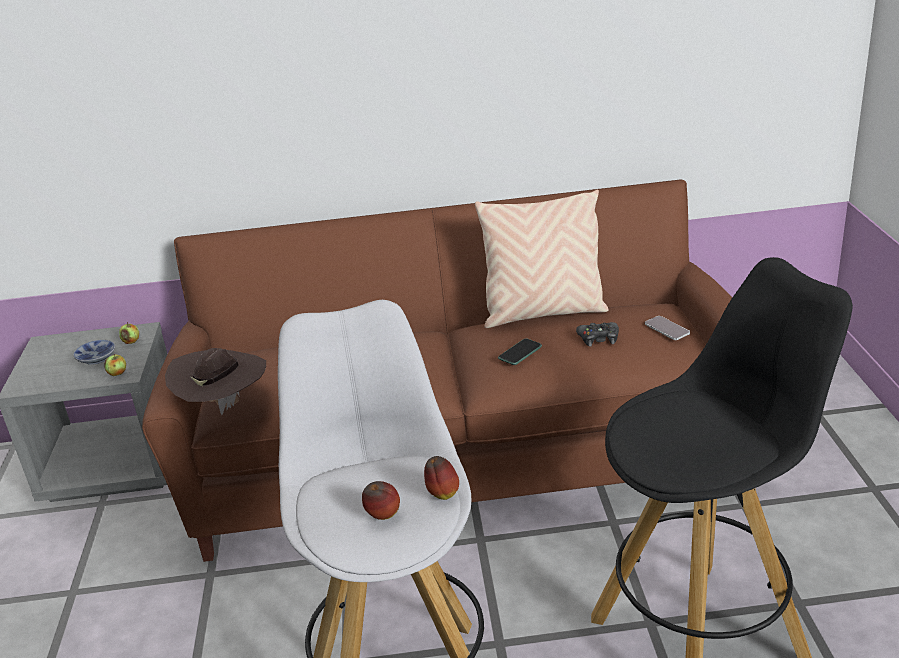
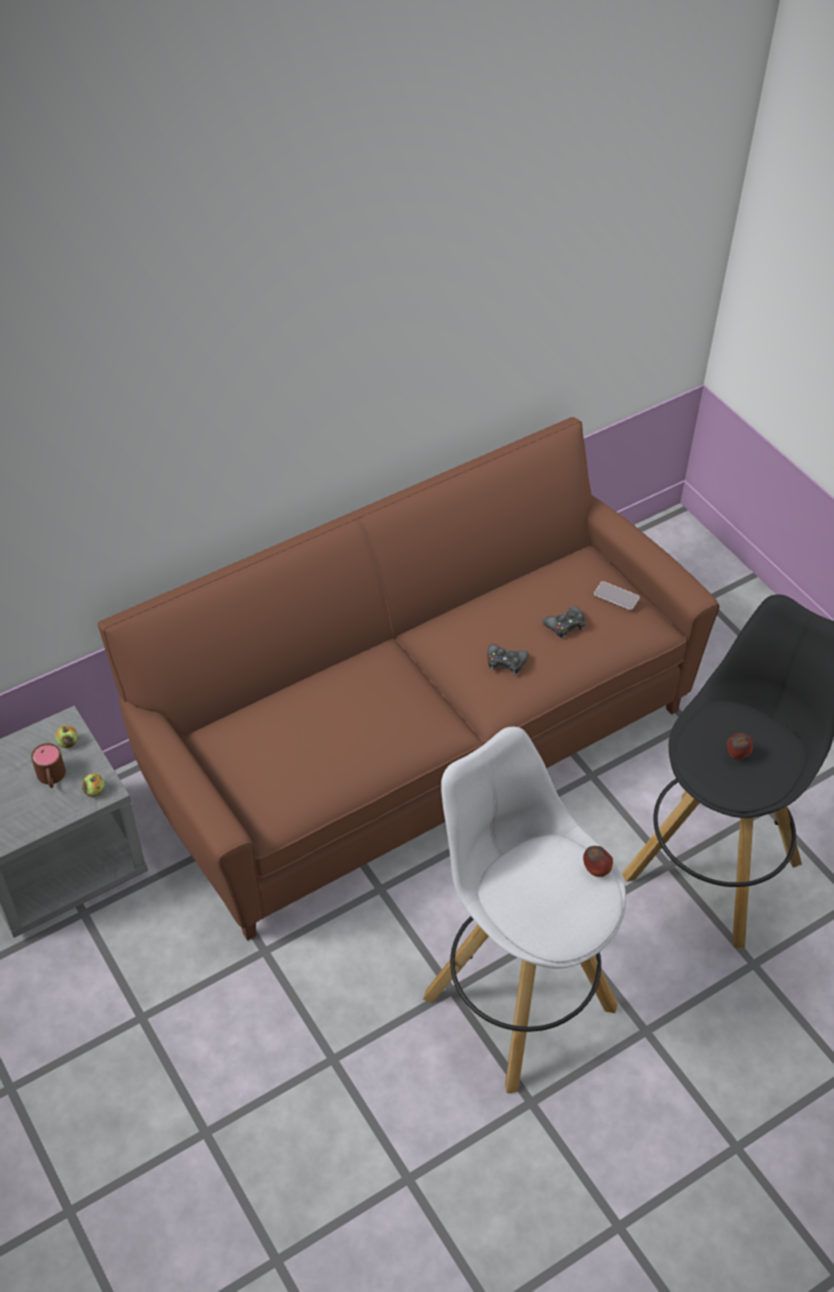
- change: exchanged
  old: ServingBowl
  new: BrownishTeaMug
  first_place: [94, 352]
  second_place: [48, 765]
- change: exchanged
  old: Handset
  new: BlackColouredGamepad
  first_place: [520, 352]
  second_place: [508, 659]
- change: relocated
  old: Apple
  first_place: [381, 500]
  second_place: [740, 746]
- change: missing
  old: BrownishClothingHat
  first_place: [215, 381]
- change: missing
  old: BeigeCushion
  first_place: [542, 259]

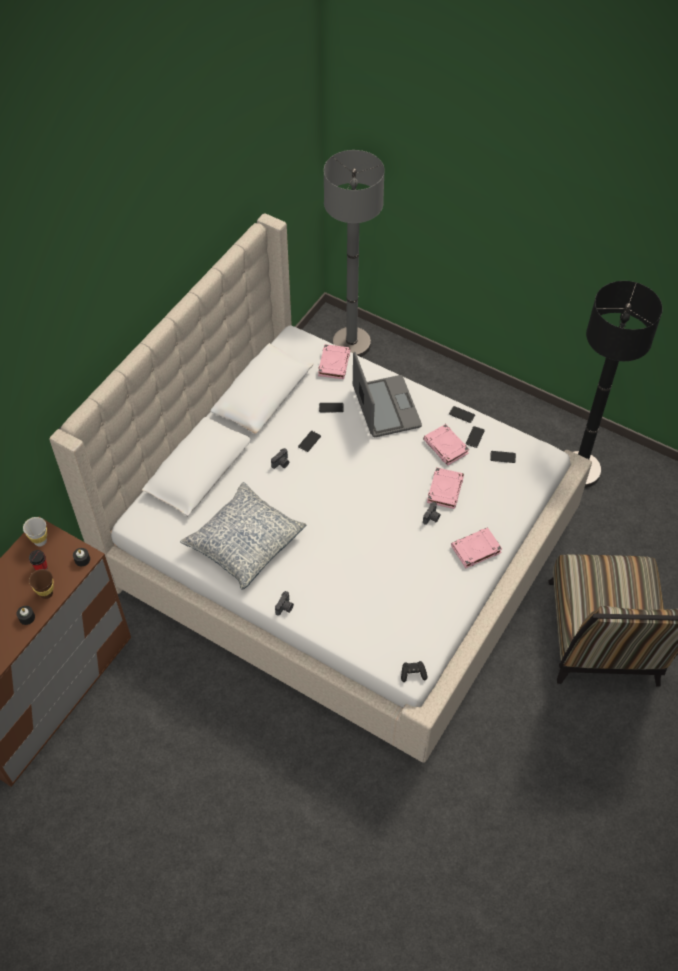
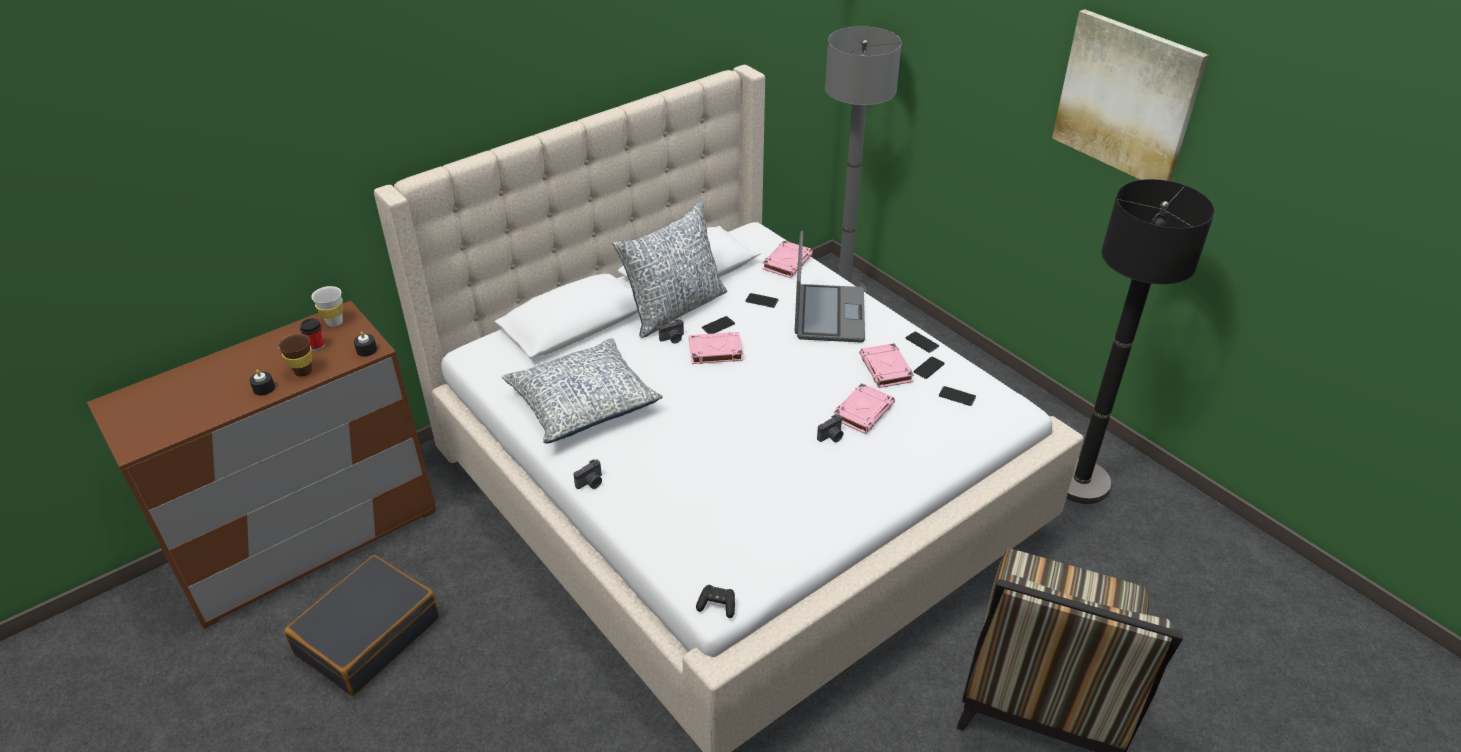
- change: appeared
  new: BlackColouredSuitcase
  second_place: [361, 625]
- change: appeared
  new: Cushion
  second_place: [670, 269]
- change: relocated
  old: PinkColouredBook
  first_place: [476, 547]
  second_place: [716, 348]
- change: appeared
  new: WallArt
  second_place: [1130, 95]

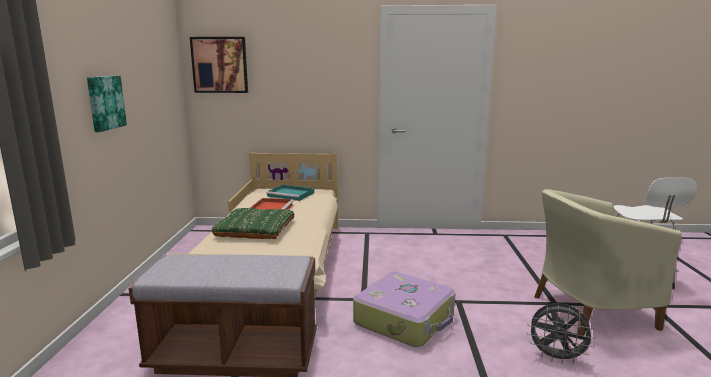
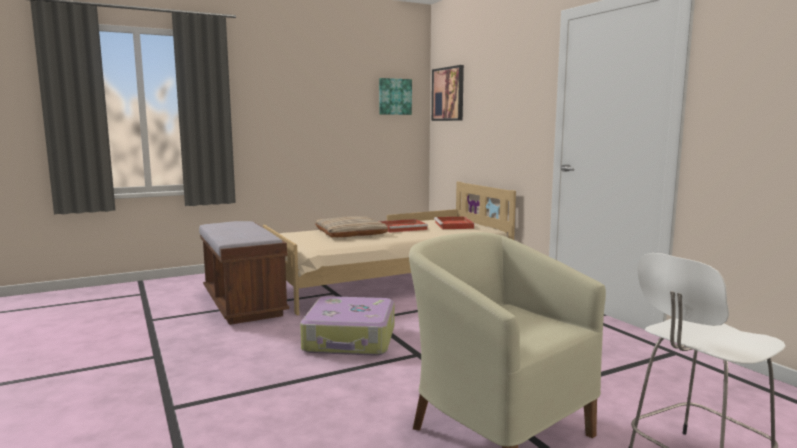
- change: colour
  old: GreenCushion
  new: BeigeCushion
  first_place: [253, 223]
  second_place: [351, 226]
- change: relocated
  old: WallArt
  first_place: [107, 104]
  second_place: [395, 96]
- change: colour
  old: BlueGreenCarryingTray
  new: RedColouredCarryingTray
  first_place: [290, 193]
  second_place: [454, 223]
- change: missing
  old: GreyElectricFan
  first_place: [561, 333]

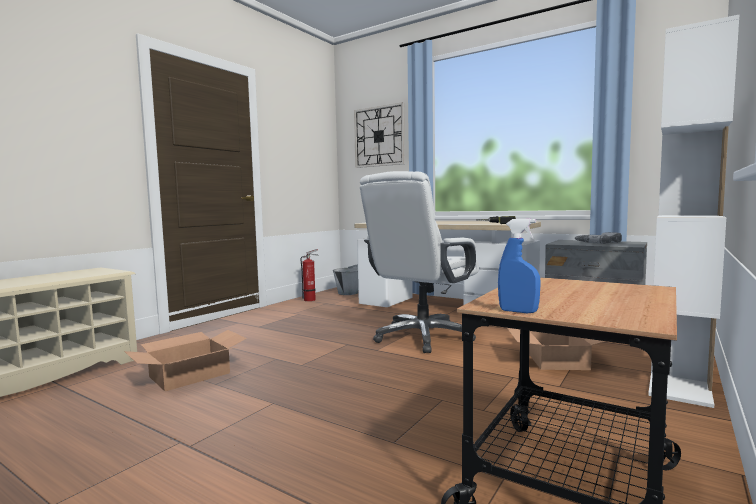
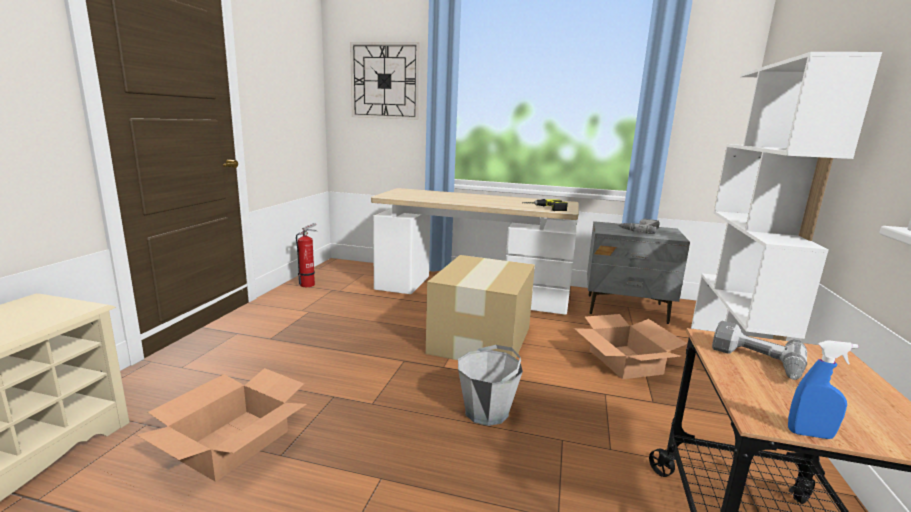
- change: exchanged
  old: WhiteColouredComputerChair
  new: CardboardBox
  first_place: [419, 262]
  second_place: [480, 307]
- change: relocated
  old: GreyWaterBucket
  first_place: [345, 279]
  second_place: [490, 385]
- change: appeared
  new: PowerDrill
  second_place: [759, 350]

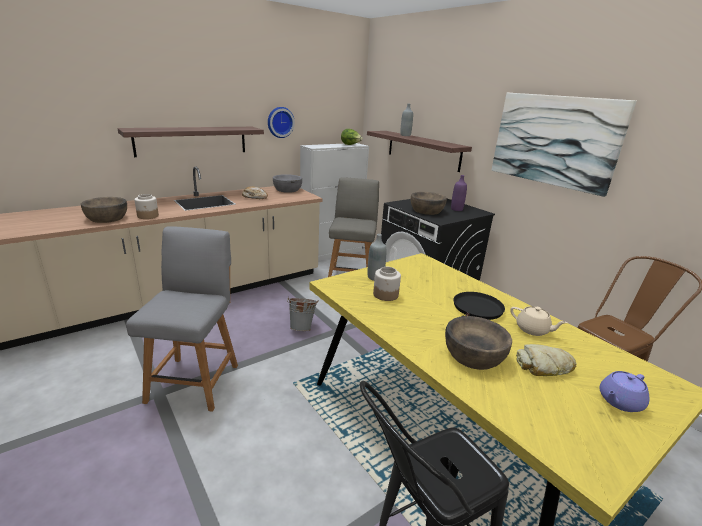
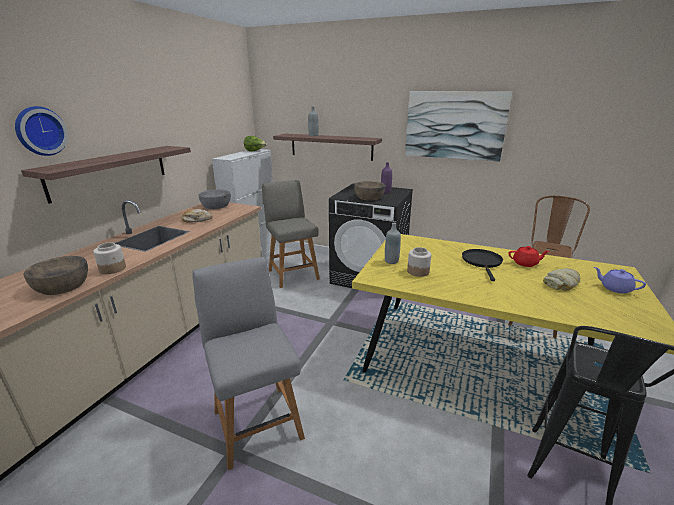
- change: relocated
  old: HangingClock
  first_place: [281, 122]
  second_place: [41, 131]
- change: colour
  old: BeigeTeaPot
  new: RedColouredTeaPot
  first_place: [538, 321]
  second_place: [528, 256]
- change: spun
  old: PurpleColouredTeaPot
  first_place: [624, 391]
  second_place: [620, 280]
  degrees: 105
- change: missing
  old: GreyWaterBucket
  first_place: [302, 314]
- change: missing
  old: BrownishServingBowl
  first_place: [478, 343]

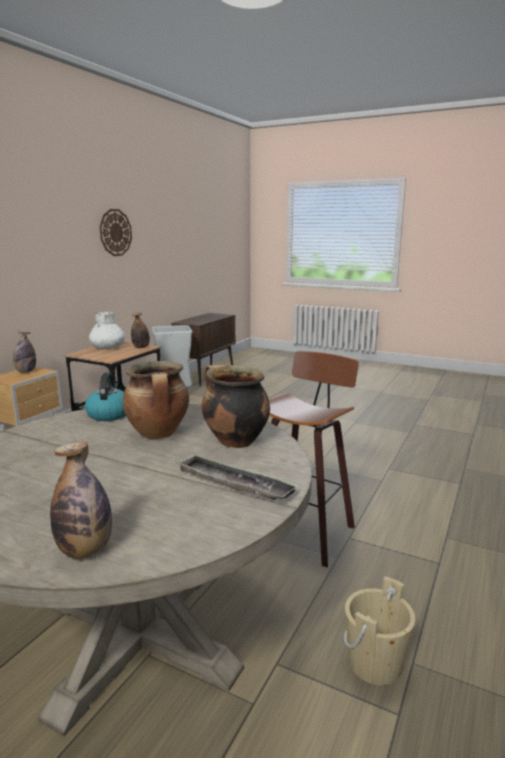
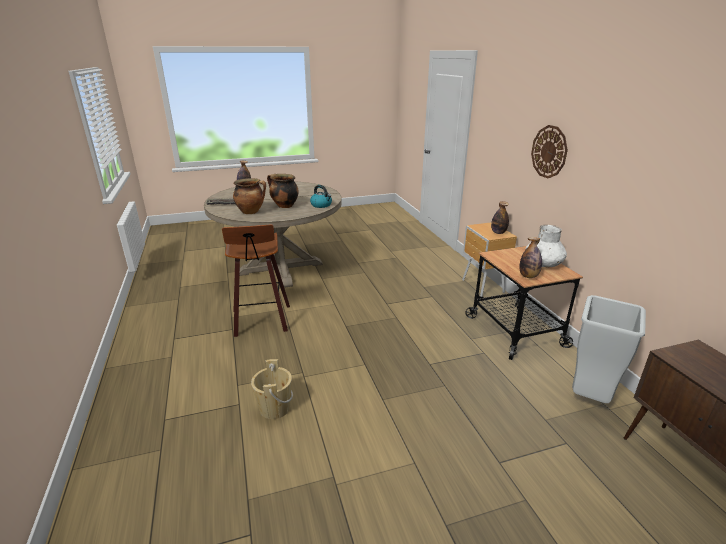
- change: relocated
  old: BeigeWaterBucket
  first_place: [380, 630]
  second_place: [272, 389]
- change: relocated
  old: HangingClock
  first_place: [115, 232]
  second_place: [549, 151]

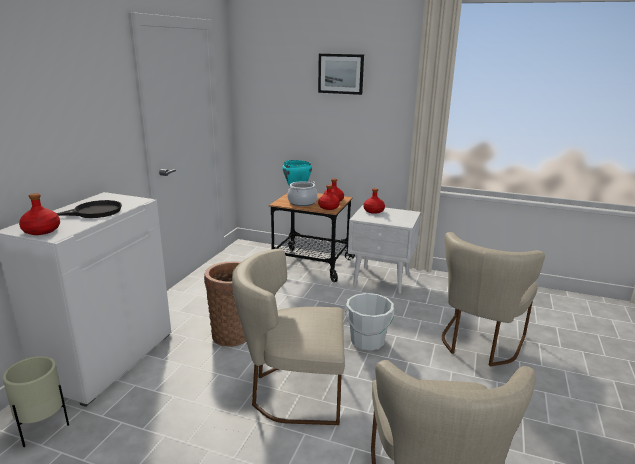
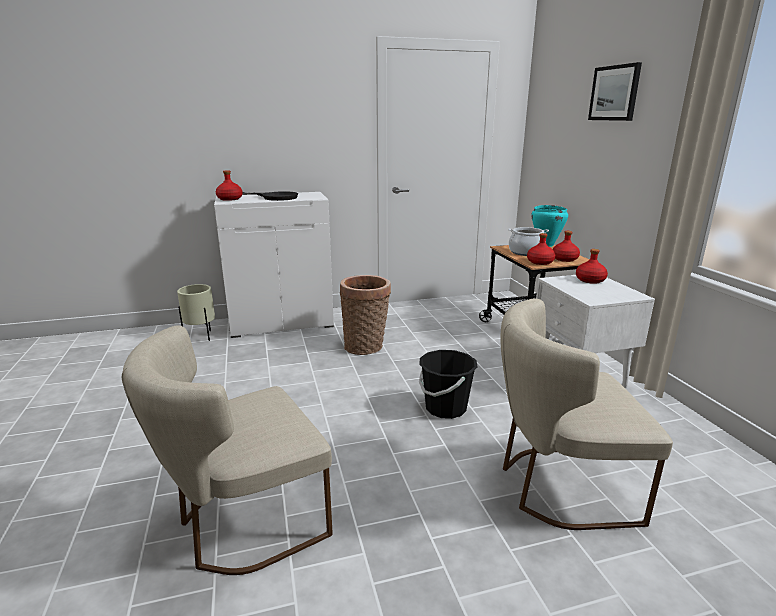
- change: colour
  old: WhiteColouredWaterBucket
  new: BlackColouredWaterBucket
  first_place: [369, 321]
  second_place: [448, 384]
- change: missing
  old: BeigeUprightChair
  first_place: [288, 337]

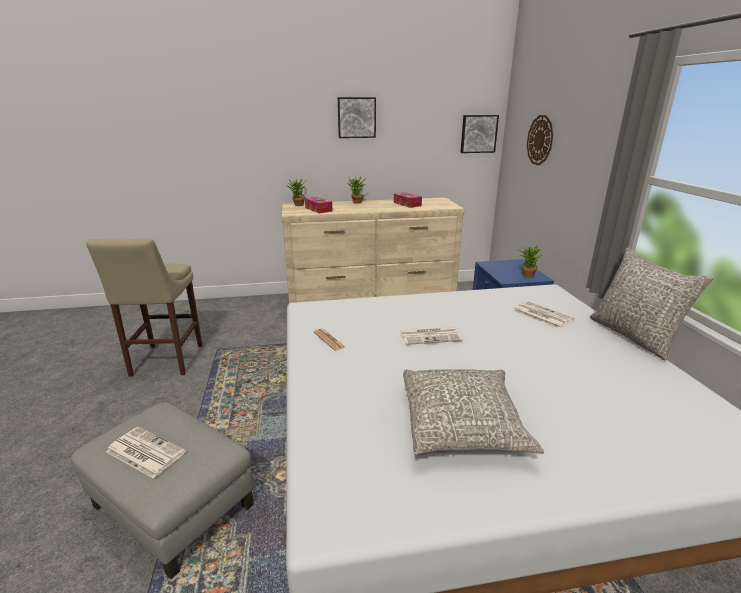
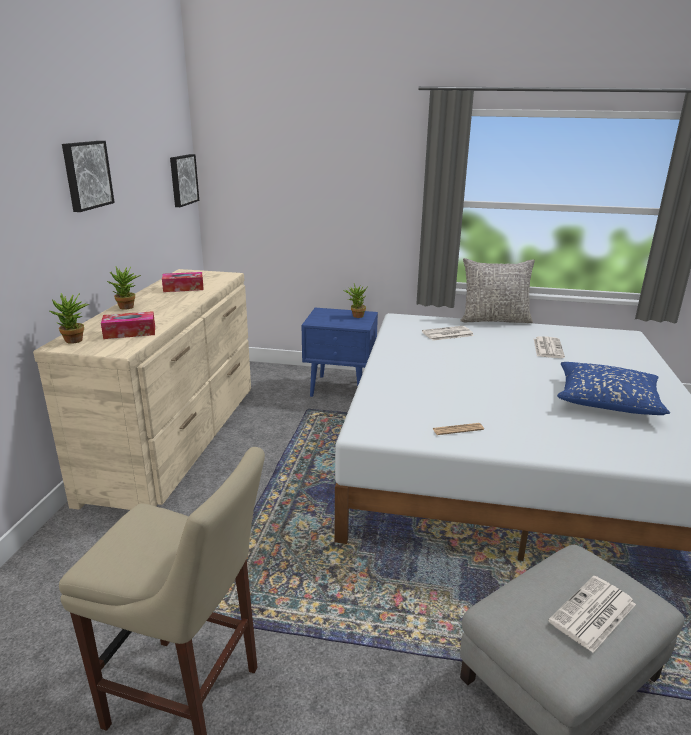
- change: relocated
  old: DailyPaper
  first_place: [431, 336]
  second_place: [549, 347]
- change: colour
  old: GreyCushion
  new: BluishCushion
  first_place: [473, 412]
  second_place: [613, 388]
- change: missing
  old: HangingClock
  first_place: [540, 140]

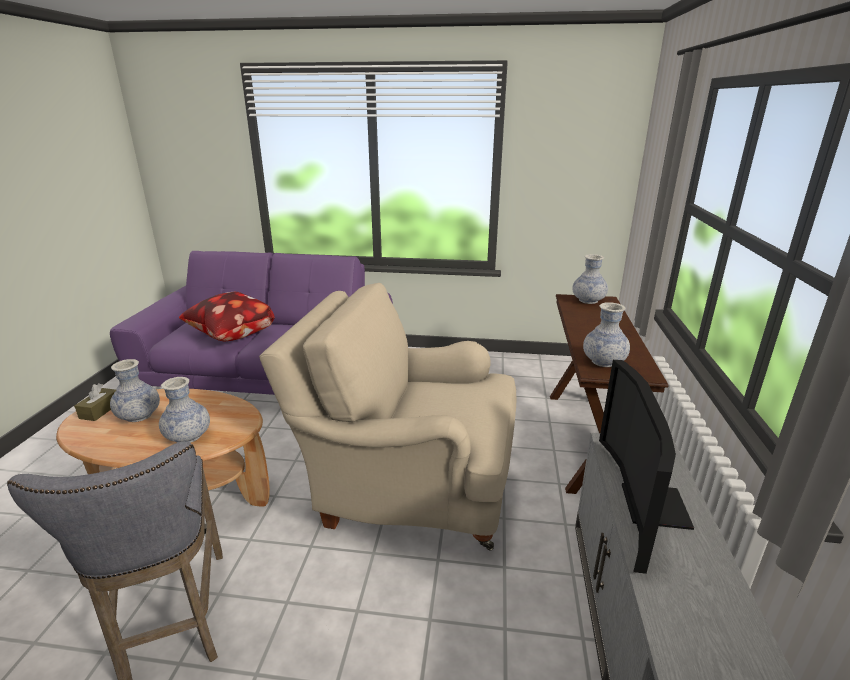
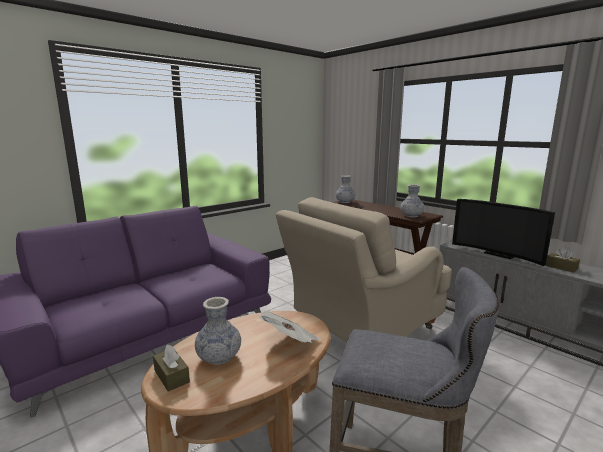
- change: exchanged
  old: DecorativeVase
  new: DailyPaper
  first_place: [184, 410]
  second_place: [290, 327]
- change: appeared
  new: BrownishTissueHolder
  second_place: [562, 260]
- change: missing
  old: Cushion
  first_place: [227, 316]

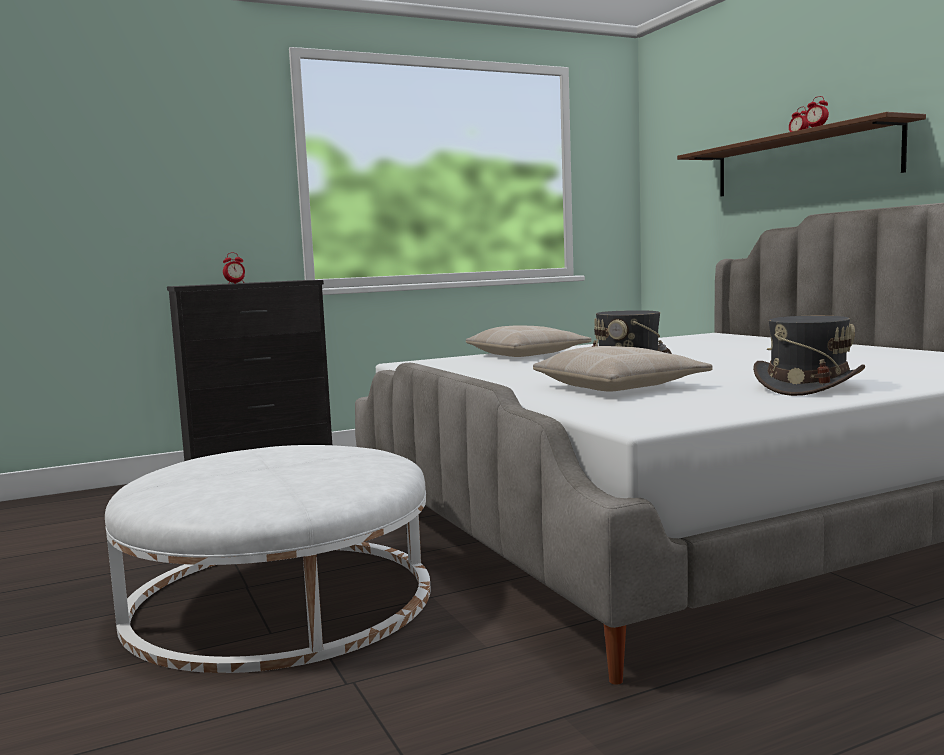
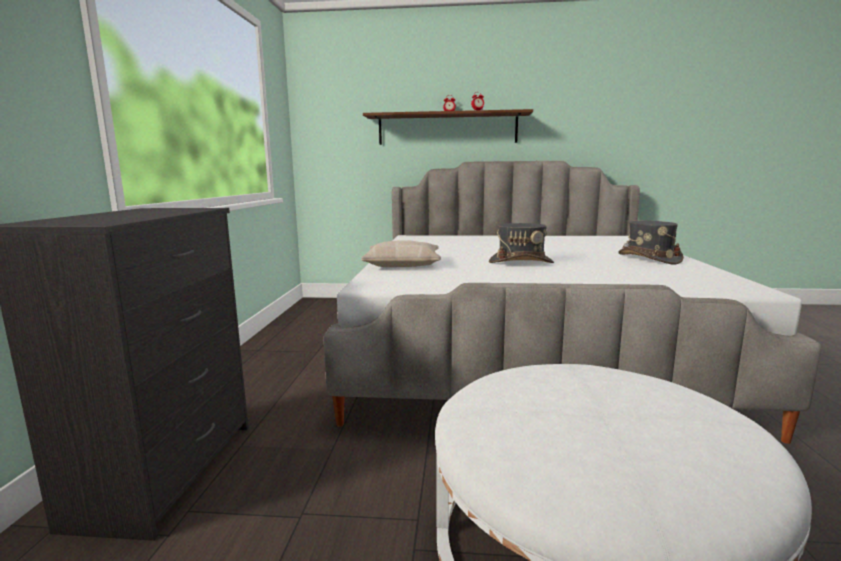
- change: missing
  old: TableClock
  first_place: [234, 268]
- change: missing
  old: BeigeCushion
  first_place: [623, 368]

